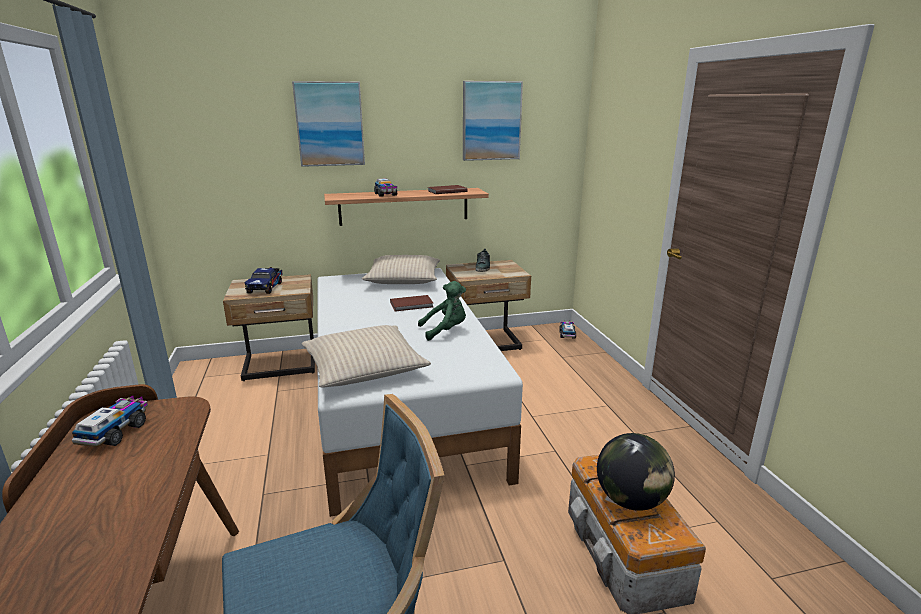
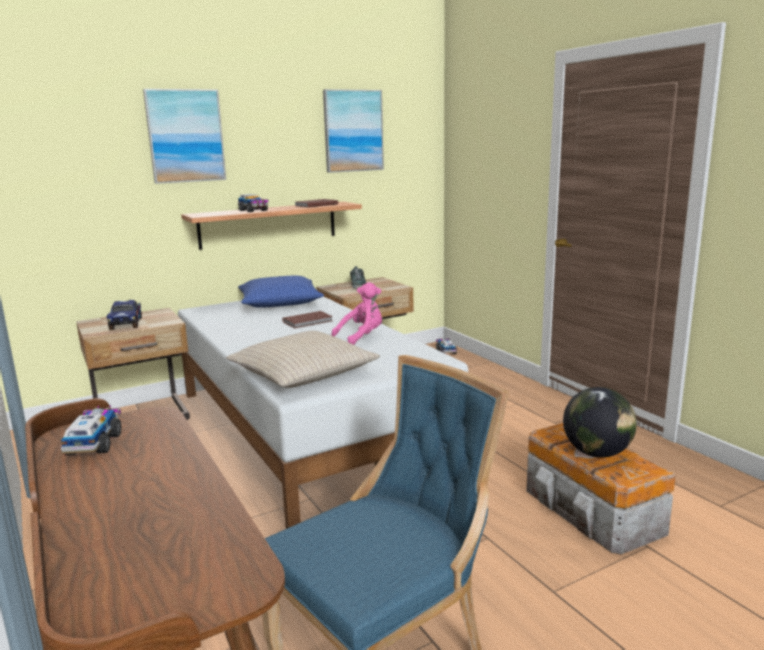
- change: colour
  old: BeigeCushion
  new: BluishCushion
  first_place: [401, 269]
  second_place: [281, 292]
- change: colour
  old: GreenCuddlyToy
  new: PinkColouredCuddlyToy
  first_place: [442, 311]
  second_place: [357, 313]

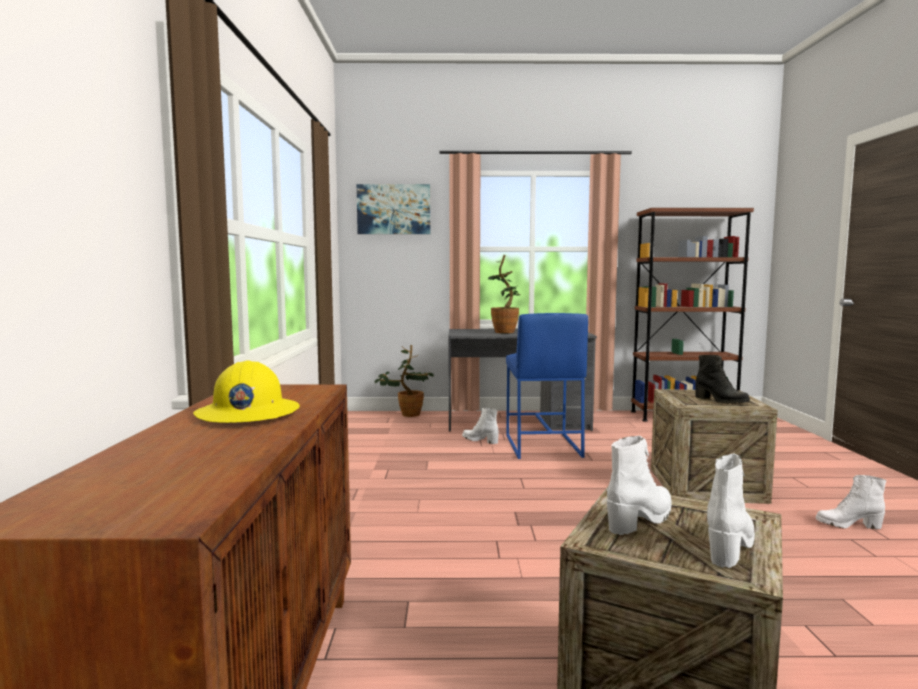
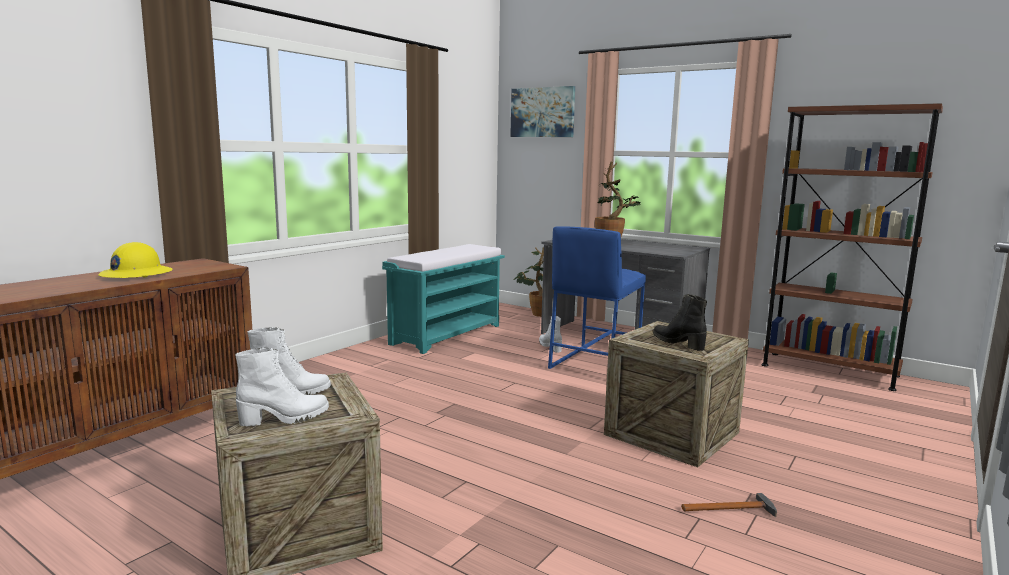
- change: appeared
  new: BlueGreenIndoorBench
  second_place: [443, 299]
- change: spun
  old: BlackColouredHighTopBoot
  first_place: [722, 379]
  second_place: [680, 322]
  degrees: 150
- change: exchanged
  old: WhiteColouredHighTopBoot
  new: ToolHammer
  first_place: [851, 502]
  second_place: [729, 505]

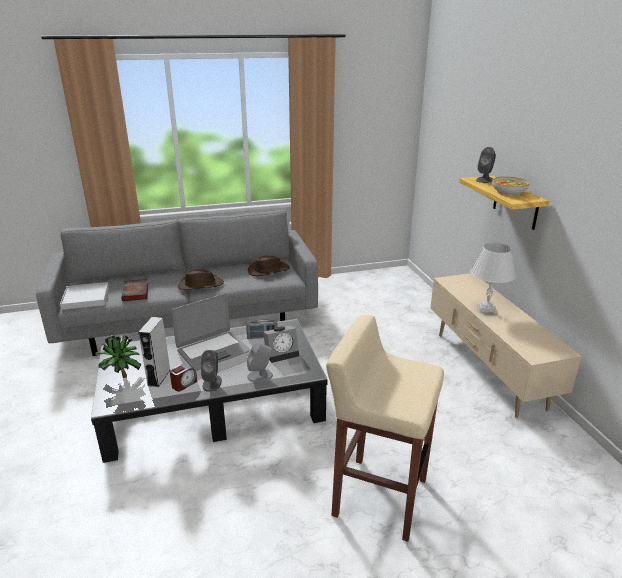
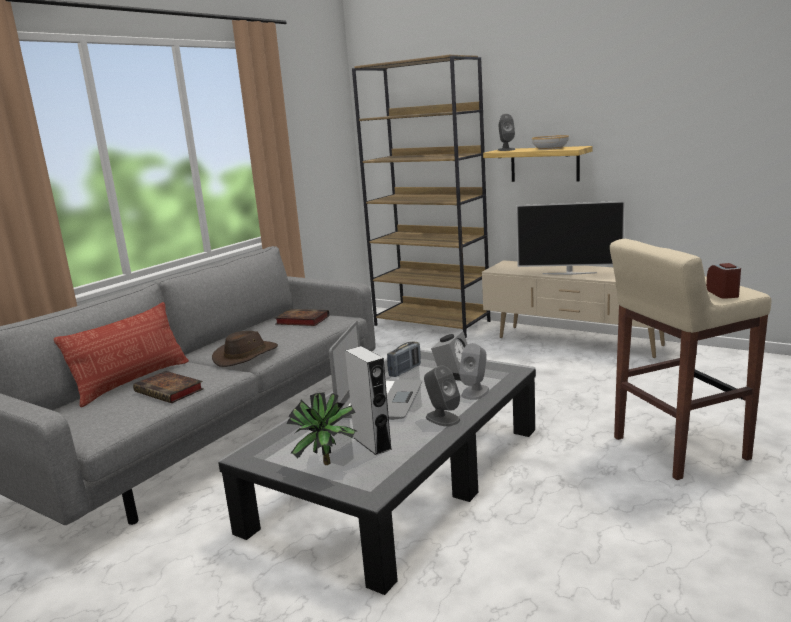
- change: appeared
  new: Cushion
  second_place: [121, 354]
- change: exchanged
  old: BrownishClothingHat
  new: Book
  first_place: [269, 265]
  second_place: [302, 317]
- change: appeared
  new: BrownishBookshelf
  second_place: [421, 196]
- change: exchanged
  old: WhiteColouredLampForATable
  new: Tv
  first_place: [493, 278]
  second_place: [570, 238]
- change: relocated
  old: TableClock
  first_place: [183, 378]
  second_place: [723, 281]
- change: missing
  old: WhiteColouredCarryingTray
  first_place: [84, 296]

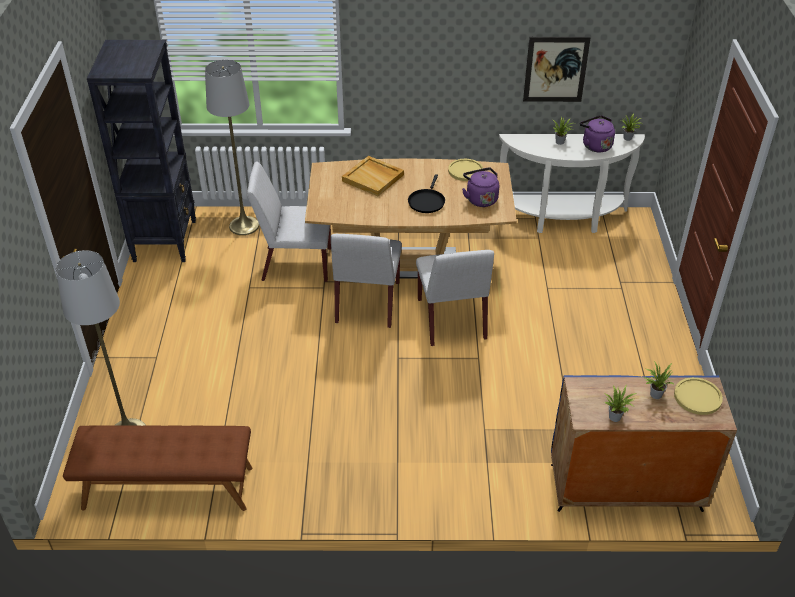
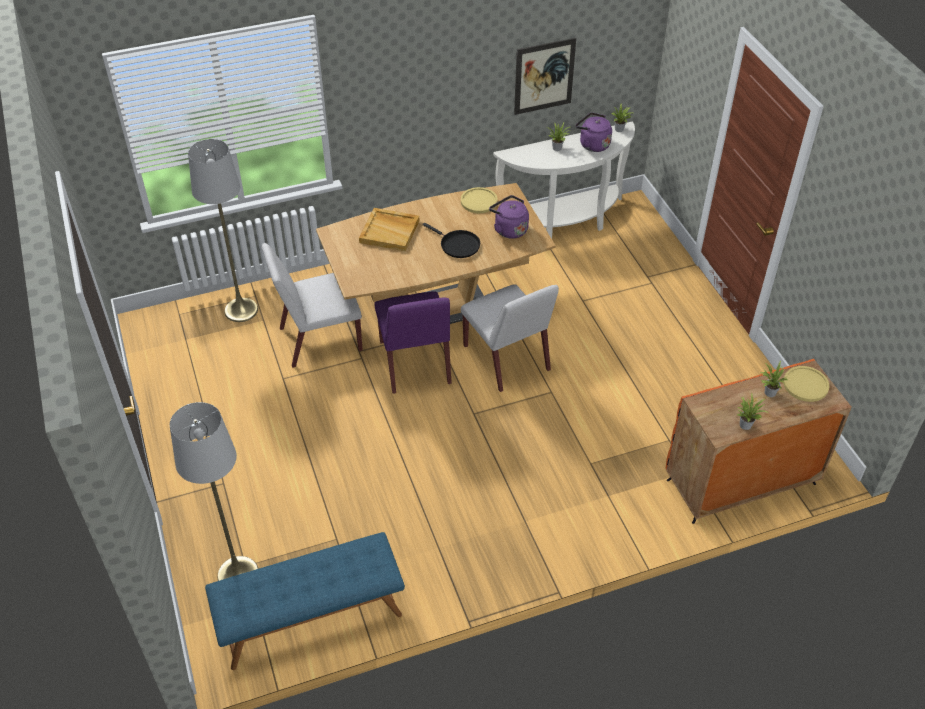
- change: colour
  old: BrownishIndoorBench
  new: BluishIndoorBench
  first_place: [157, 468]
  second_place: [305, 601]
- change: colour
  old: WhiteColouredUprightChair
  new: PurpleColouredUprightChair
  first_place: [366, 281]
  second_place: [413, 342]
- change: spun
  old: BlackColouredPan
  first_place: [426, 193]
  second_place: [451, 240]
  degrees: -45
- change: colour
  old: BluishStorageCabinet
  new: OrangeColouredStorageCabinet
  first_place: [644, 443]
  second_place: [758, 441]
- change: missing
  old: BlackColouredBookshelf
  first_place: [141, 151]

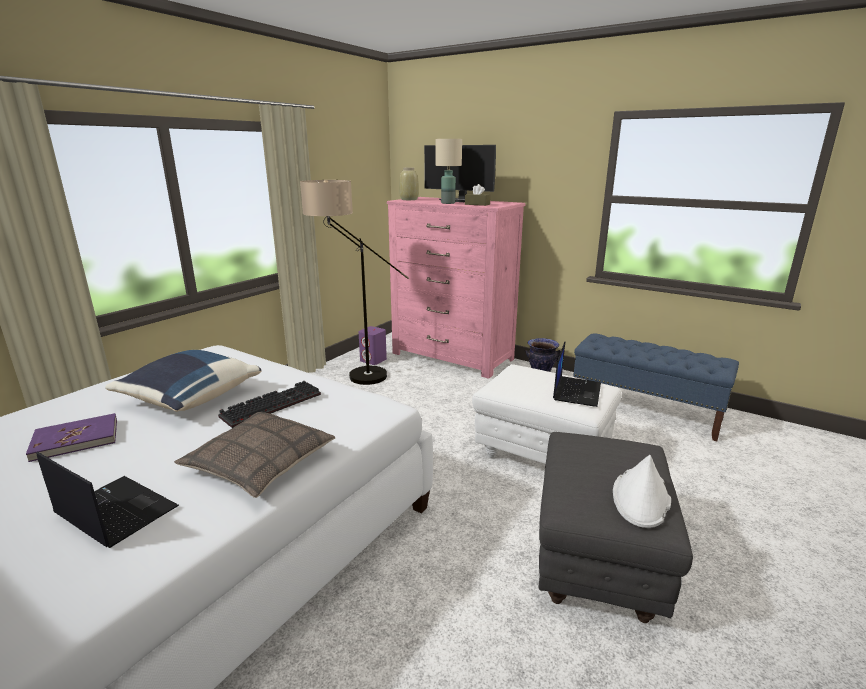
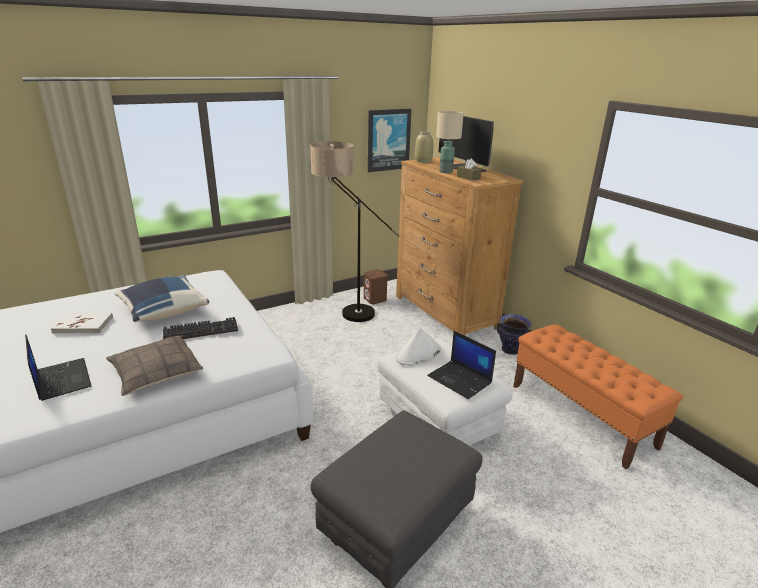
- change: colour
  old: PurpleColouredBook
  new: WhiteColouredBook
  first_place: [71, 437]
  second_place: [81, 323]
- change: colour
  old: PurpleColouredSpeaker
  new: BrownishSpeaker
  first_place: [372, 345]
  second_place: [375, 286]
- change: appeared
  new: WallArt
  second_place: [390, 140]
- change: colour
  old: PinkColouredChestOfDrawers
  new: BrownishChestOfDrawers
  first_place: [456, 288]
  second_place: [459, 246]
- change: relocated
  old: WhiteColouredClothingHat
  first_place: [642, 491]
  second_place: [418, 346]
- change: spun
  old: NotebookComputer
  first_place: [577, 374]
  second_place: [461, 365]
  degrees: 90
- change: colour
  old: BluishIndoorBench
  new: OrangeColouredIndoorBench
  first_place: [656, 387]
  second_place: [598, 396]

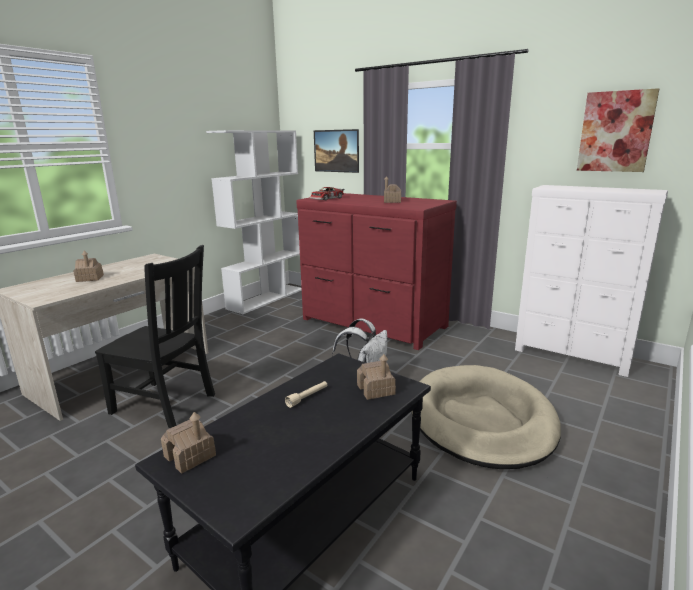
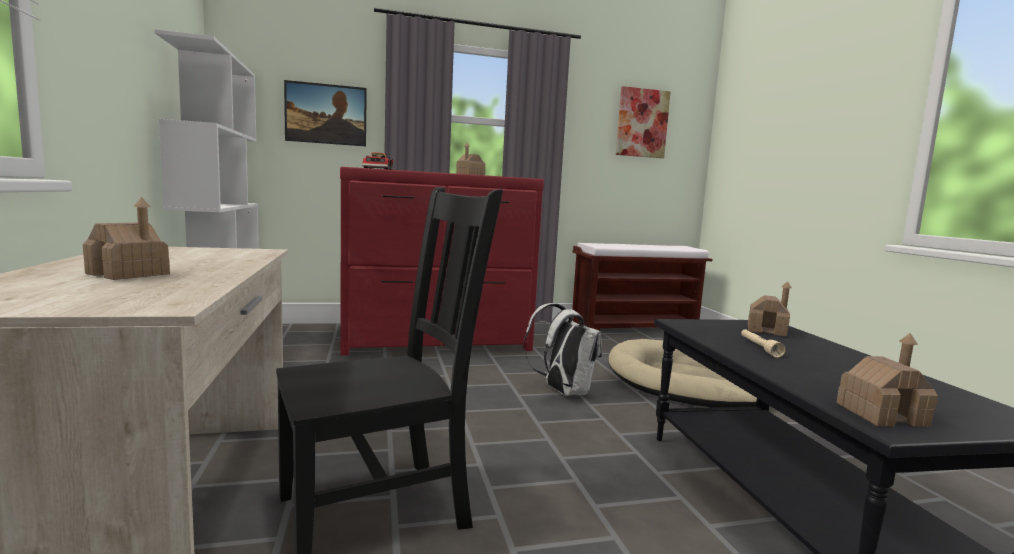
- change: exchanged
  old: WhiteColouredChestOfDrawers
  new: BrownishIndoorBench
  first_place: [591, 281]
  second_place: [642, 287]

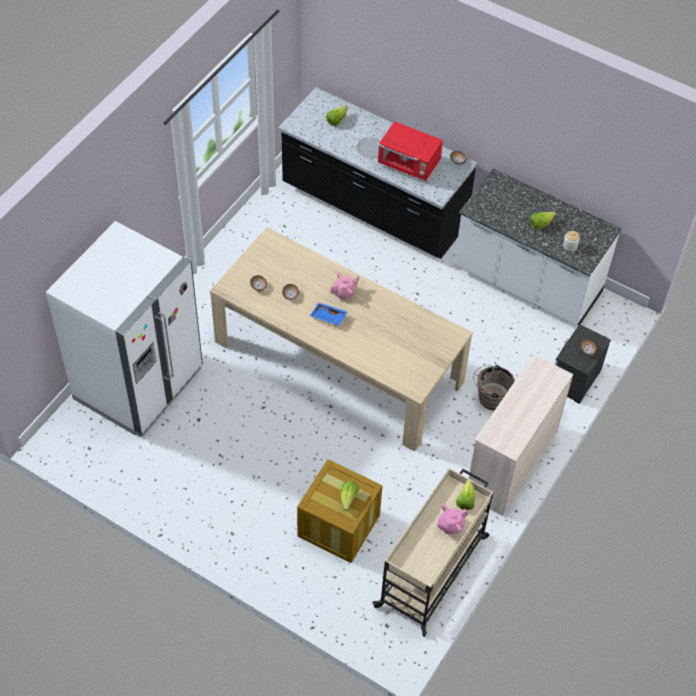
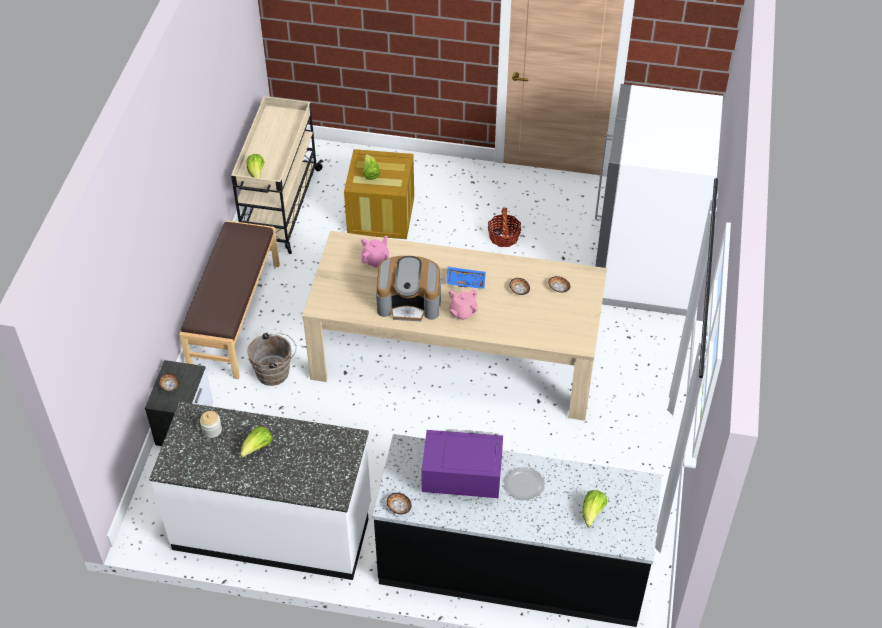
- change: exchanged
  old: BeigeChestOfDrawers
  new: BrownishIndoorBench
  first_place: [521, 435]
  second_place: [229, 299]
- change: relocated
  old: PinkColouredTeaPot
  first_place: [452, 519]
  second_place: [375, 251]
- change: appeared
  new: CoffeeMaker
  second_place: [408, 288]
- change: colour
  old: RedColouredKitchenMicrowave
  new: PurpleColouredKitchenMicrowave
  first_place: [410, 151]
  second_place: [462, 464]
- change: appeared
  new: HouseholdBasket
  second_place: [504, 227]

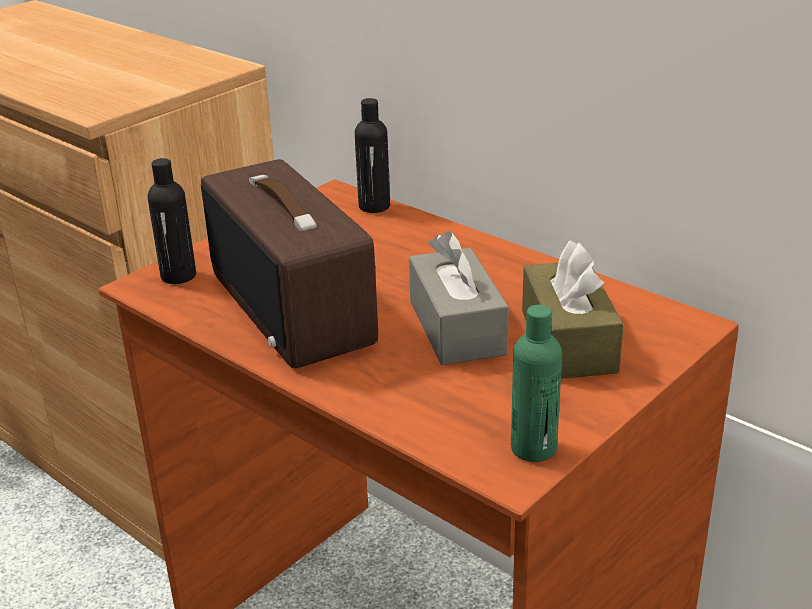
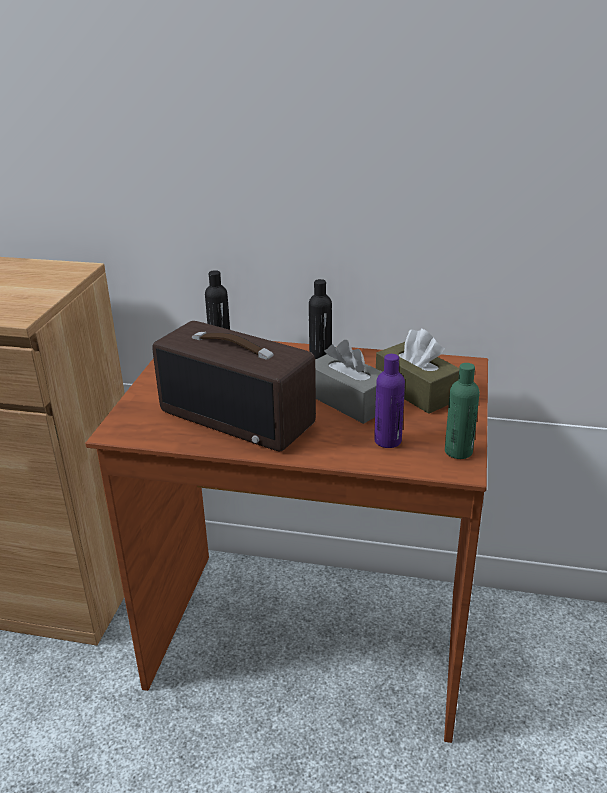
- change: relocated
  old: BlackColouredBottle
  first_place: [172, 221]
  second_place: [320, 319]
- change: appeared
  new: PurpleColouredBottle
  second_place: [389, 401]

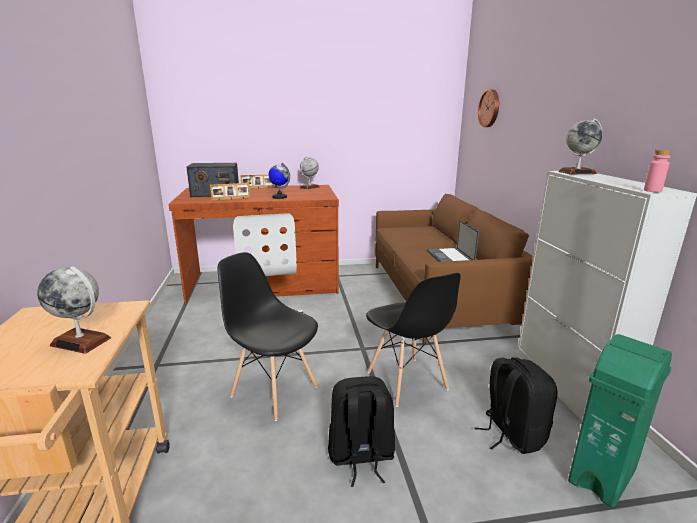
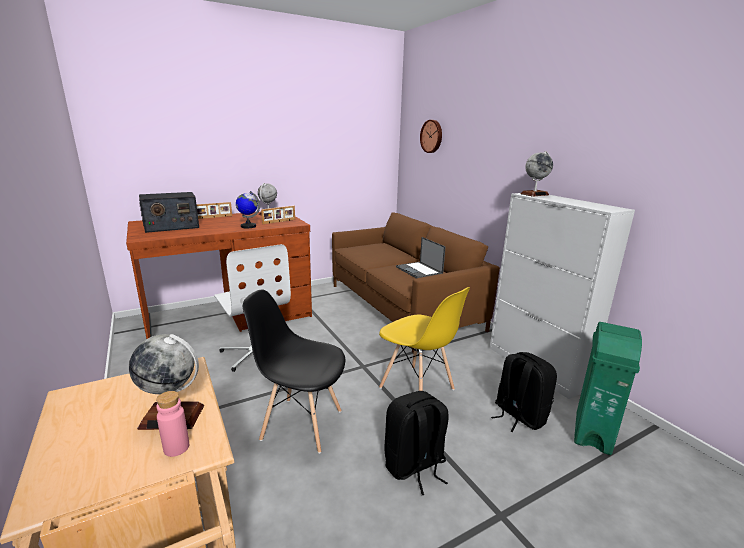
- change: relocated
  old: PinkColouredBottle
  first_place: [657, 171]
  second_place: [172, 424]
- change: relocated
  old: PictureFrame
  first_place: [230, 191]
  second_place: [278, 215]
- change: colour
  old: BlackColouredUprightChair
  new: YellowishUprightChair
  first_place: [413, 340]
  second_place: [424, 339]

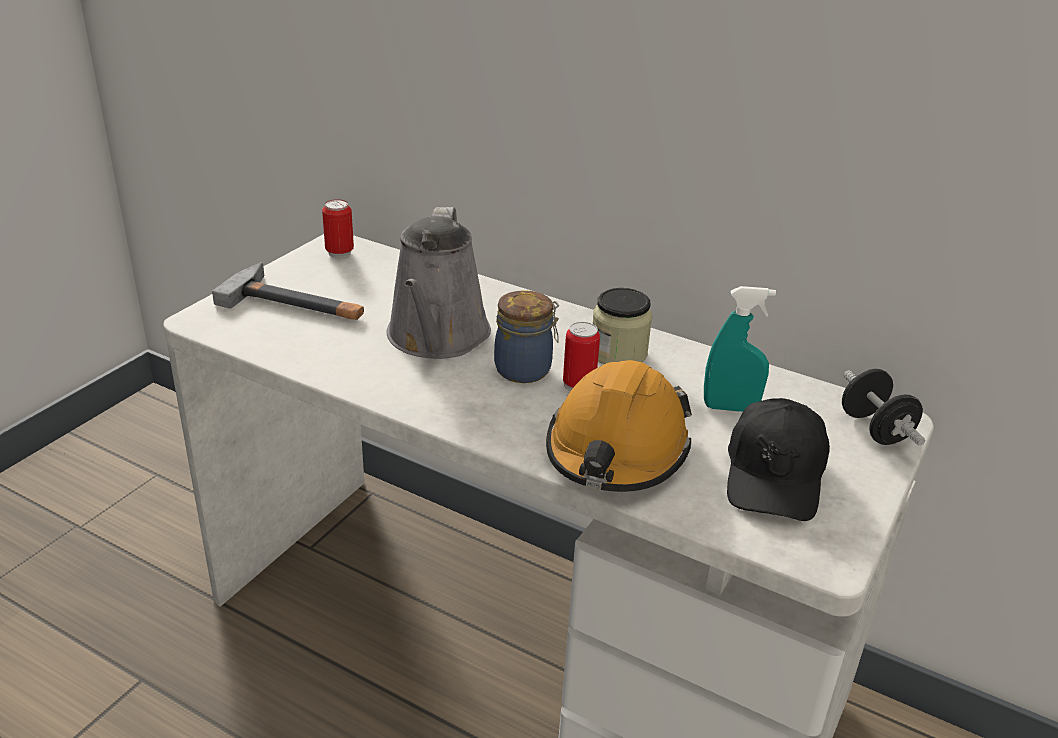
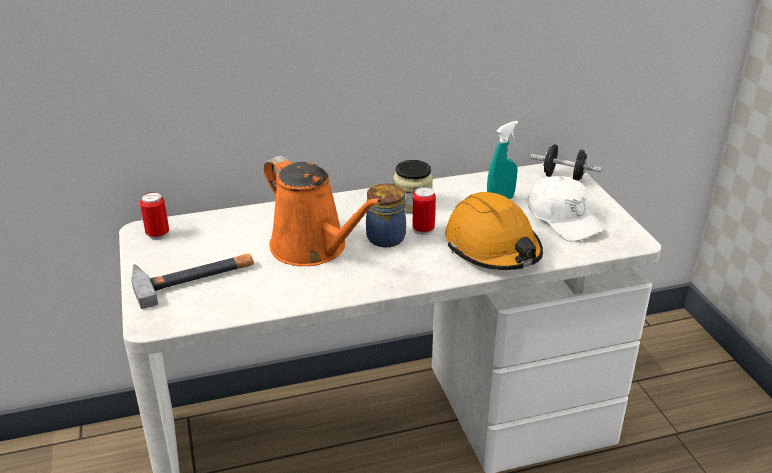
- change: colour
  old: GreyWateringCan
  new: OrangeColouredWateringCan
  first_place: [439, 283]
  second_place: [323, 211]
- change: colour
  old: BlackColouredCap
  new: WhiteColouredCap
  first_place: [778, 459]
  second_place: [567, 209]

